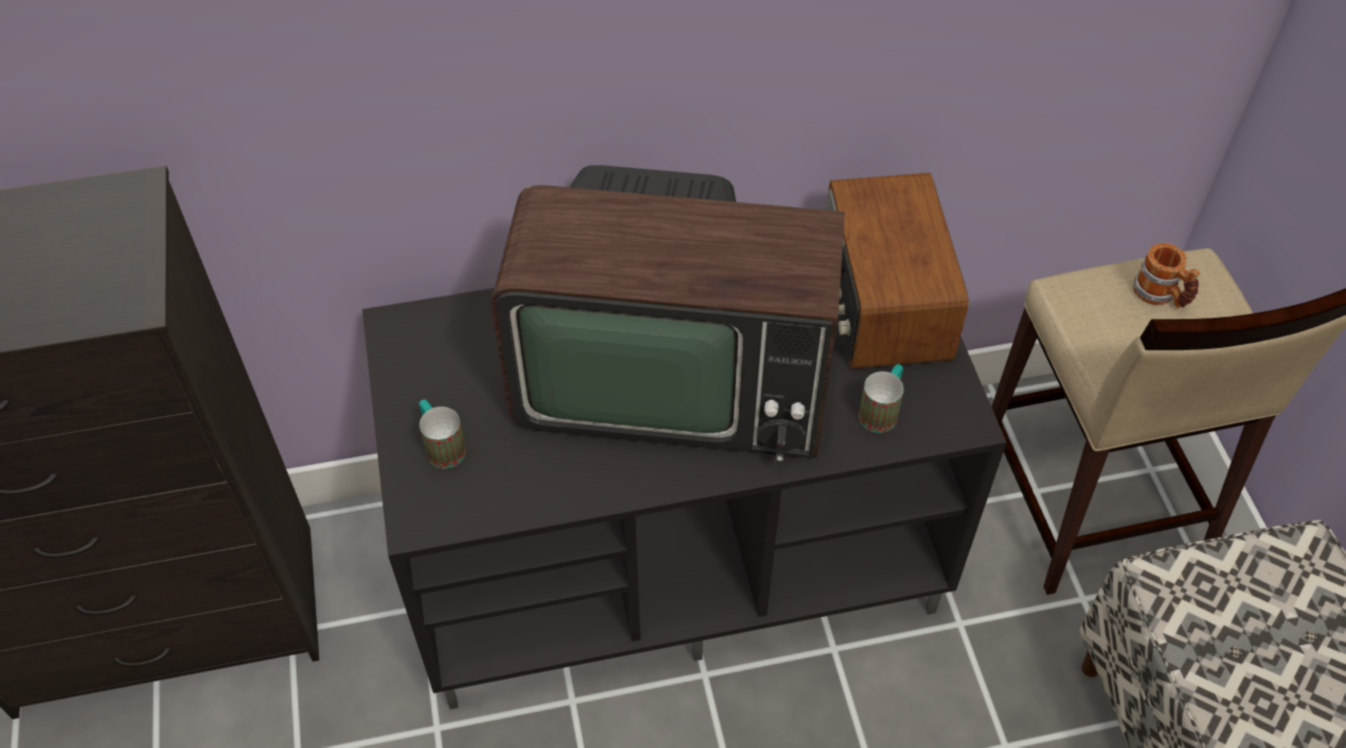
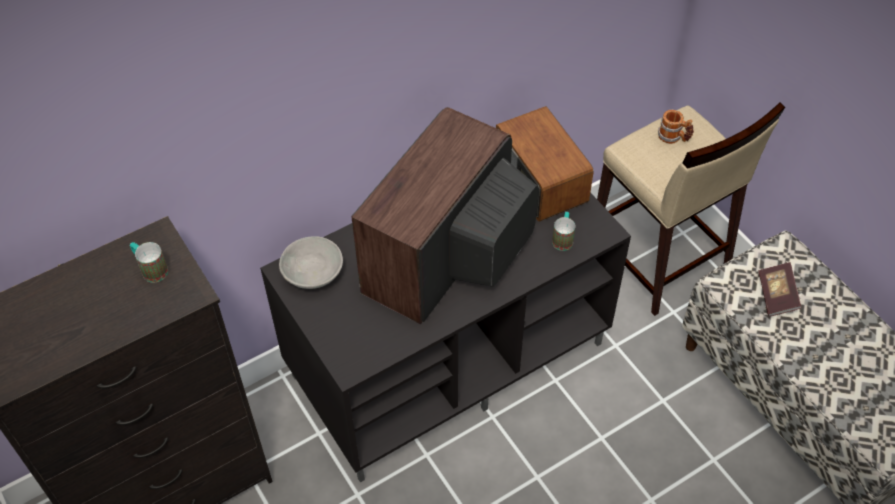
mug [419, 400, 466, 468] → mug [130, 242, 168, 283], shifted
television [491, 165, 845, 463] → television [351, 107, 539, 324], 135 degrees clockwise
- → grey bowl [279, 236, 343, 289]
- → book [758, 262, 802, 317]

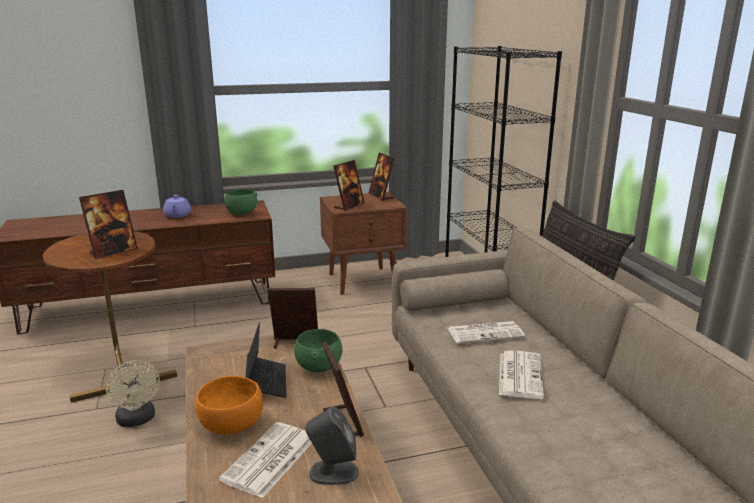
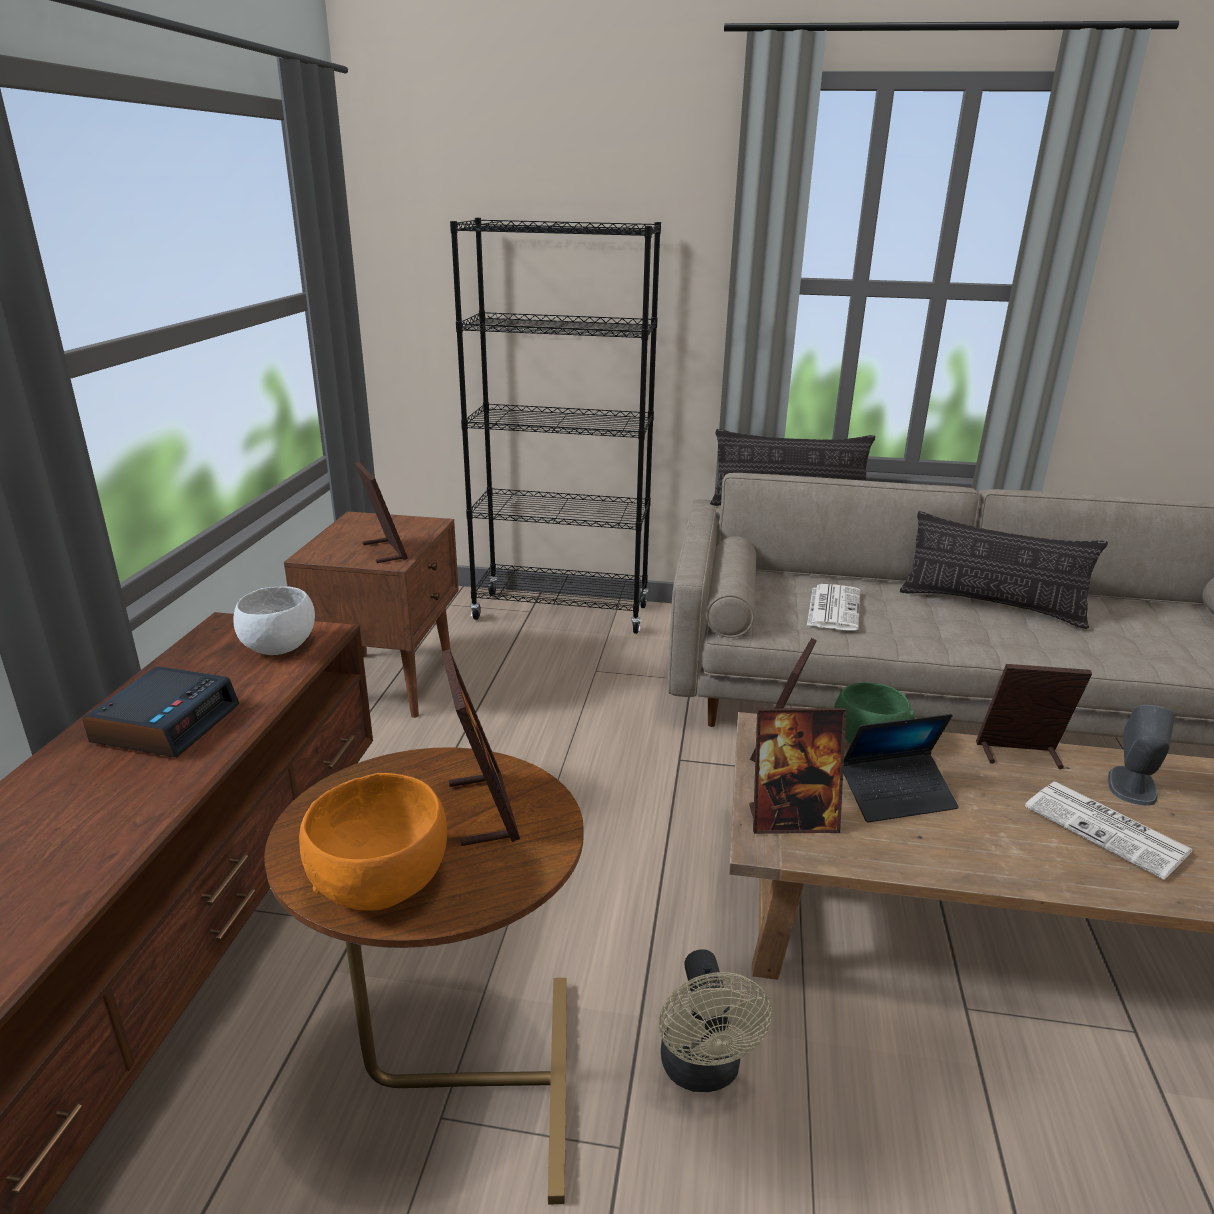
beige fan [106, 360, 160, 427] → beige fan [659, 949, 772, 1092], 90 degrees clockwise
purple teapot [163, 195, 191, 218] → alarm clock [82, 666, 239, 758]
orange bowl [196, 376, 263, 435] → orange bowl [299, 773, 447, 911], shifted
green bowl [224, 189, 257, 215] → white bowl [233, 587, 315, 655]
laptop [245, 322, 286, 398] → laptop [843, 714, 959, 822], 150 degrees clockwise
picture frame [368, 153, 394, 201] → picture frame [749, 708, 847, 834], shifted
newspaper [499, 350, 544, 399] → -
- → pillow [900, 511, 1108, 629]

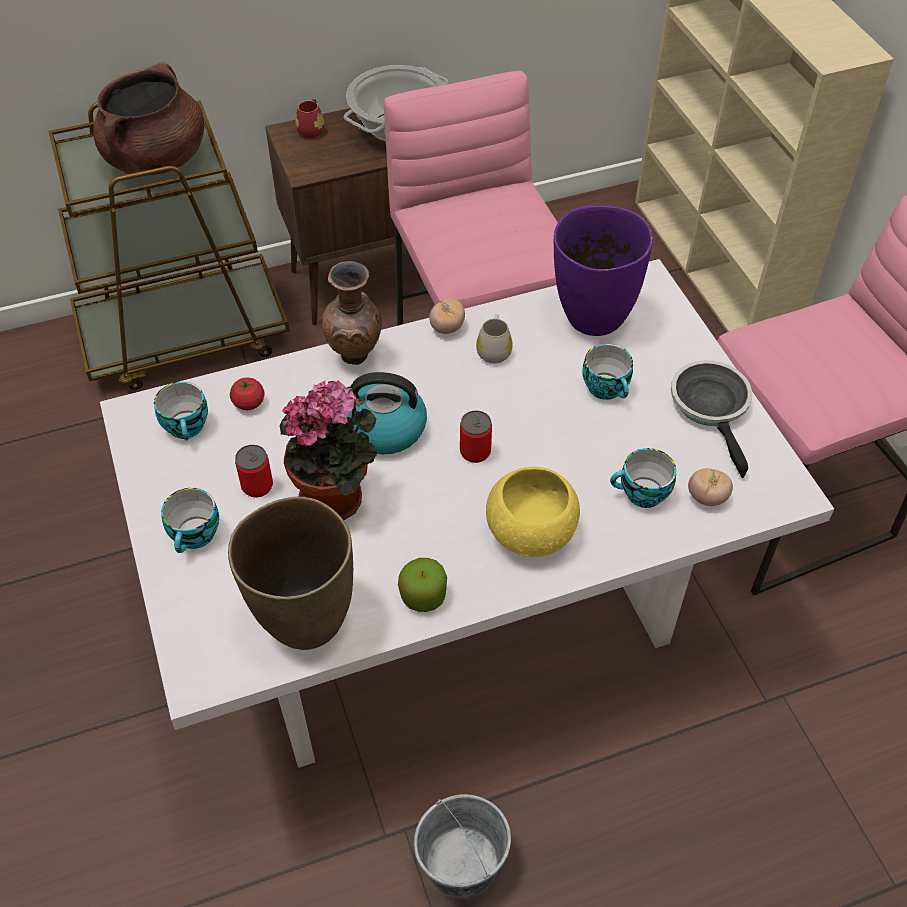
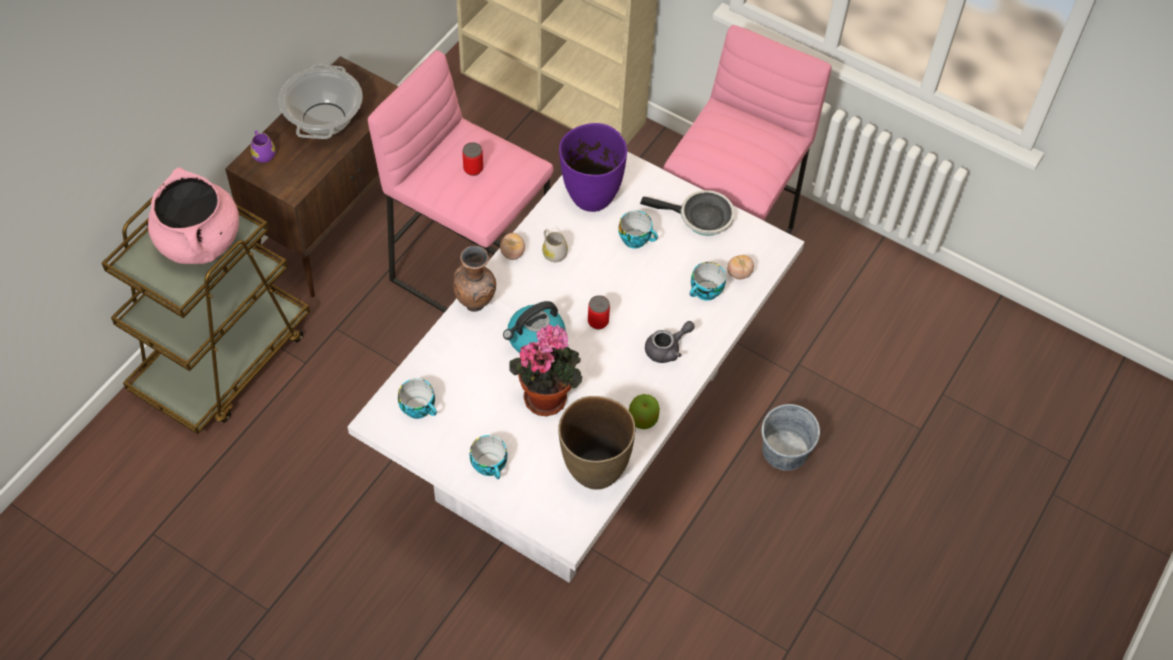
brown cooking pot [93, 62, 204, 175] → pink cooking pot [148, 168, 239, 264]
tomato [230, 378, 265, 410] → -
can [235, 445, 273, 498] → can [462, 142, 483, 176], shifted
red mug [296, 99, 324, 138] → purple mug [251, 131, 275, 163]
grey bucket [414, 794, 511, 899] → grey bucket [761, 404, 820, 471], shifted
yellow bowl [486, 467, 580, 557] → grey teapot [645, 321, 695, 363]
frying pan [671, 360, 752, 478] → frying pan [640, 190, 735, 236], 150 degrees clockwise

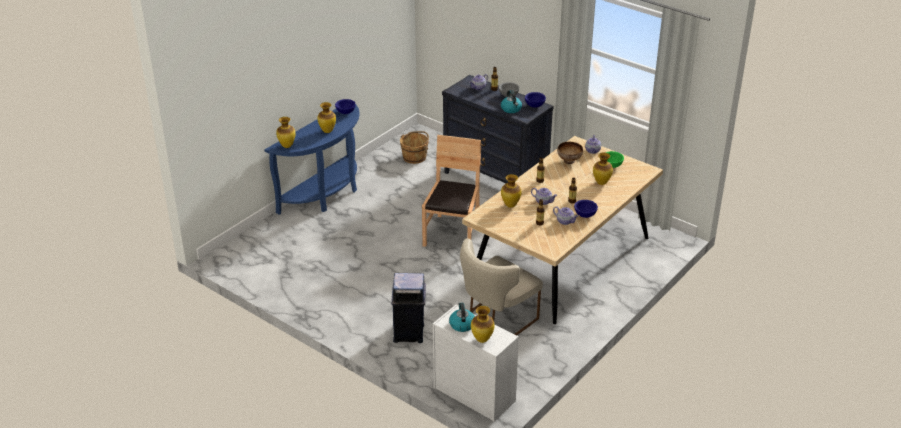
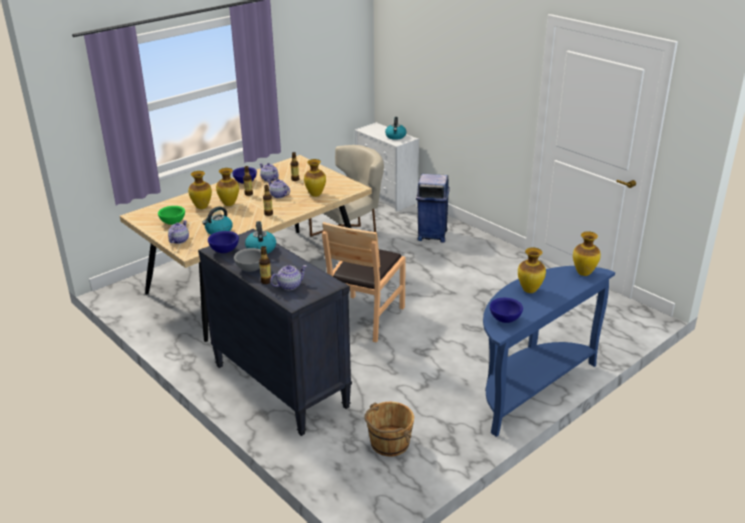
vase [471, 306, 494, 343] → vase [216, 168, 239, 206], shifted
bowl [557, 142, 583, 164] → kettle [202, 206, 232, 235]

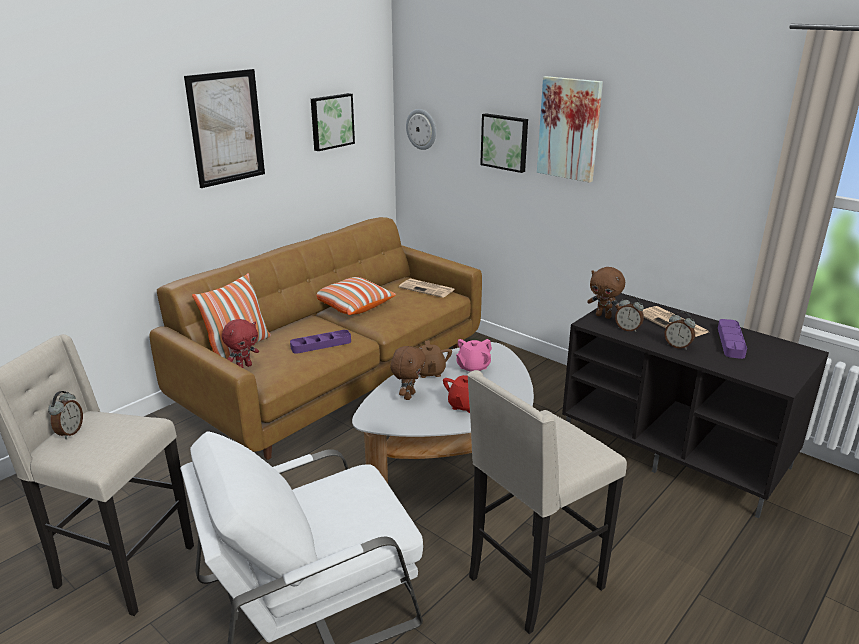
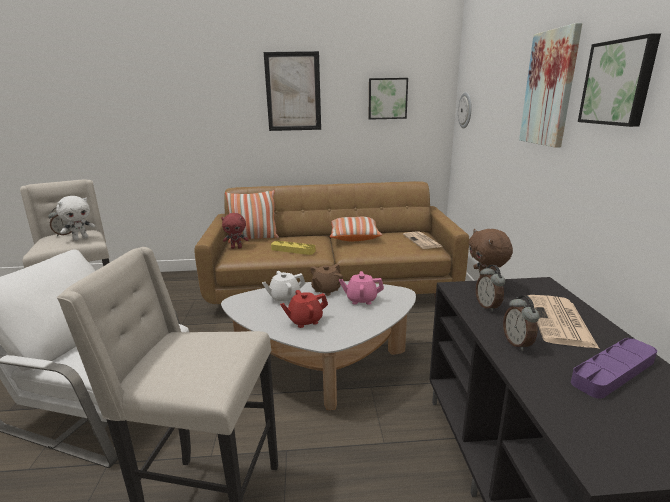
purple tray [290, 330, 351, 354] → yellow tray [271, 241, 316, 255]
brown plush toy [390, 346, 426, 400] → white teapot [262, 271, 305, 304]
picture [480, 113, 528, 173] → picture [578, 33, 661, 127], shifted
- → white plush toy [56, 196, 95, 241]

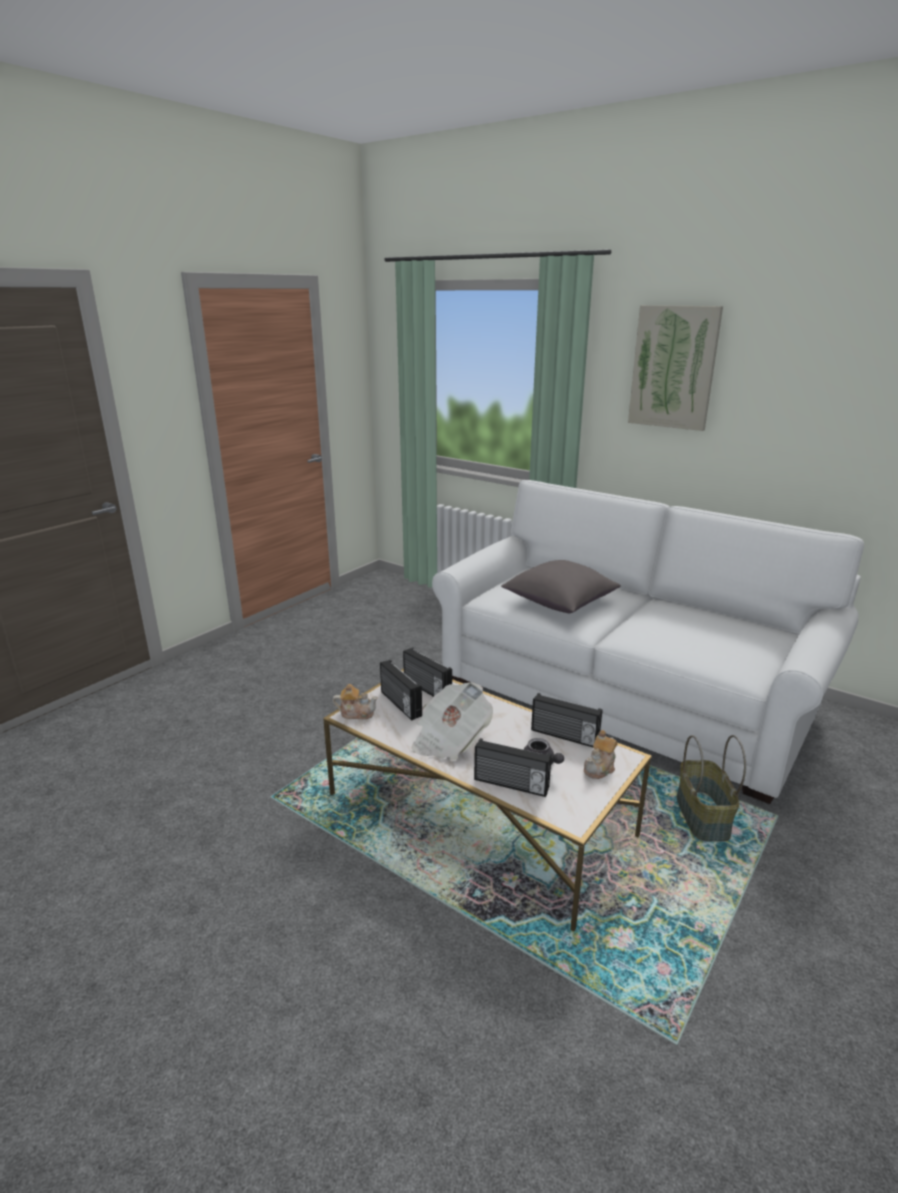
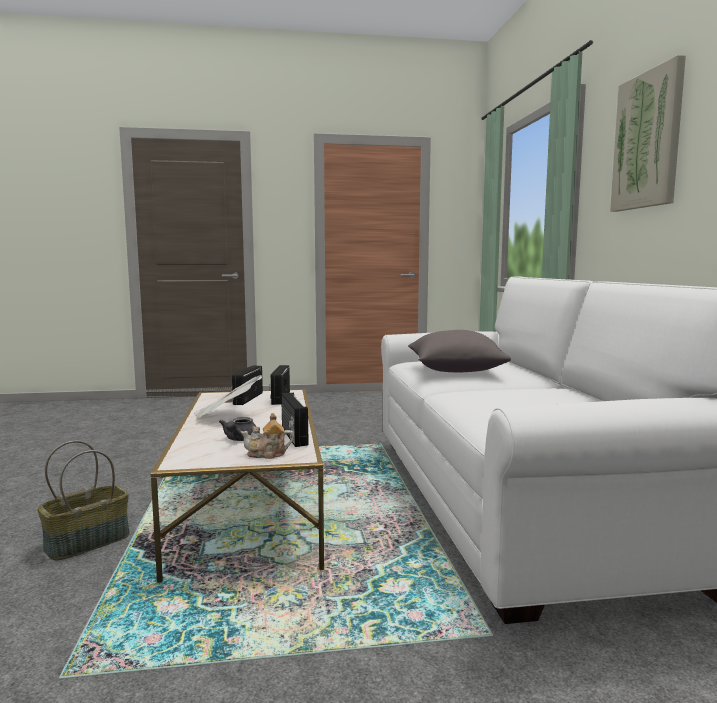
teapot [332, 684, 378, 719] → -
radio [474, 738, 552, 797] → -
basket [677, 735, 746, 841] → basket [37, 440, 130, 560], shifted

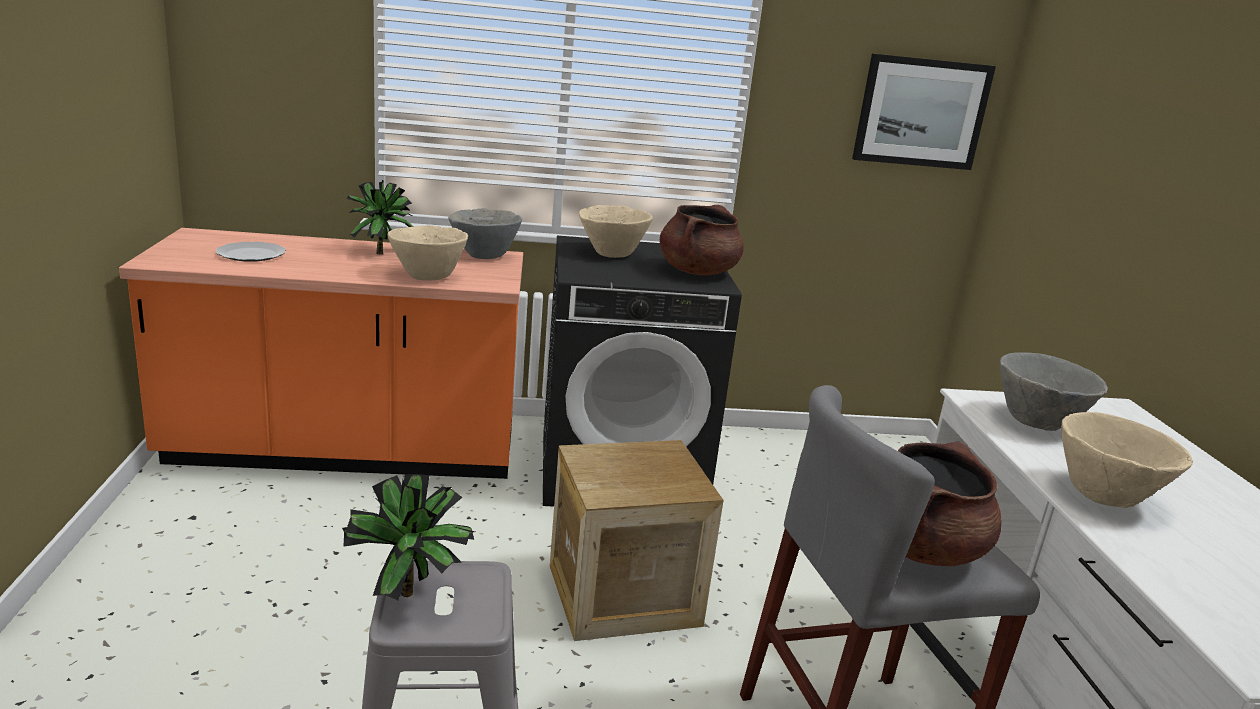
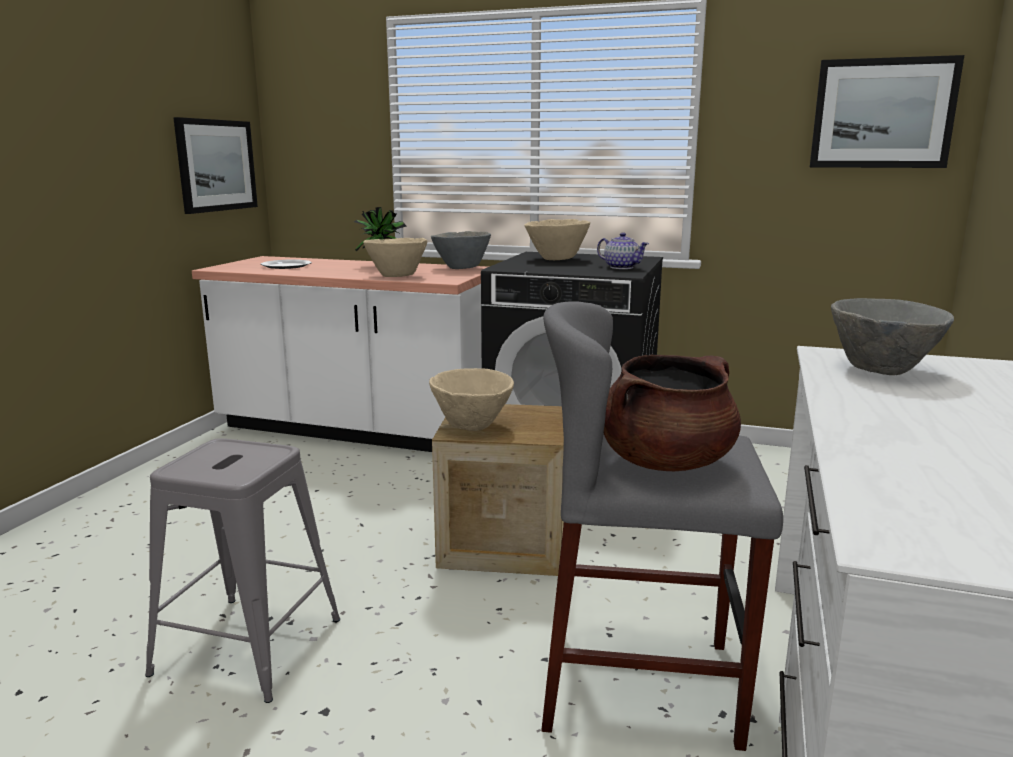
orange counter [119, 228, 523, 479] → white counter [192, 256, 488, 452]
potted plant [342, 474, 475, 600] → -
brown cooking pot [660, 205, 744, 275] → teapot [597, 233, 649, 269]
beige bowl [1061, 412, 1193, 508] → beige bowl [429, 368, 514, 431], shifted
- → picture [173, 117, 258, 214]

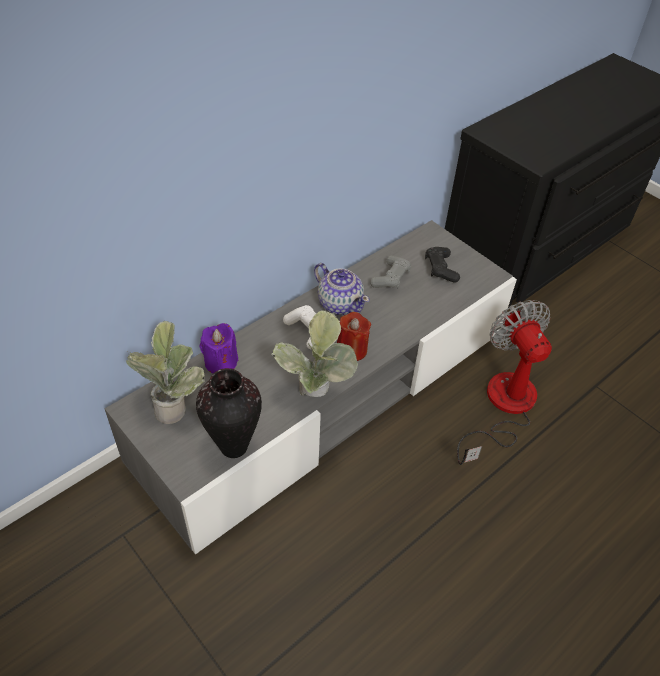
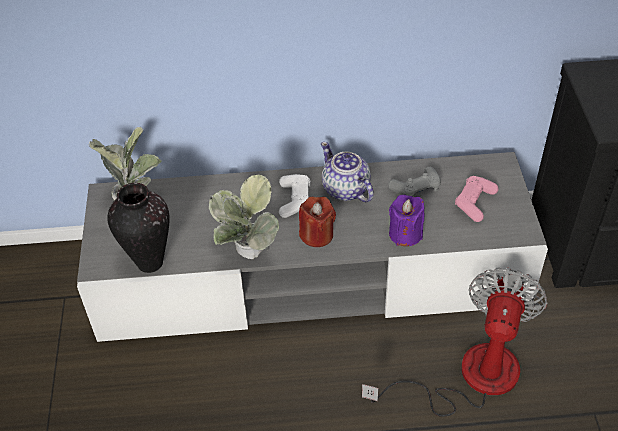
purple candle [200, 323, 238, 374] → purple candle [389, 195, 425, 246], shifted
teapot [314, 263, 370, 315] → teapot [321, 142, 374, 202], 150 degrees clockwise
black game controller [425, 247, 460, 283] → pink game controller [455, 176, 499, 222]

